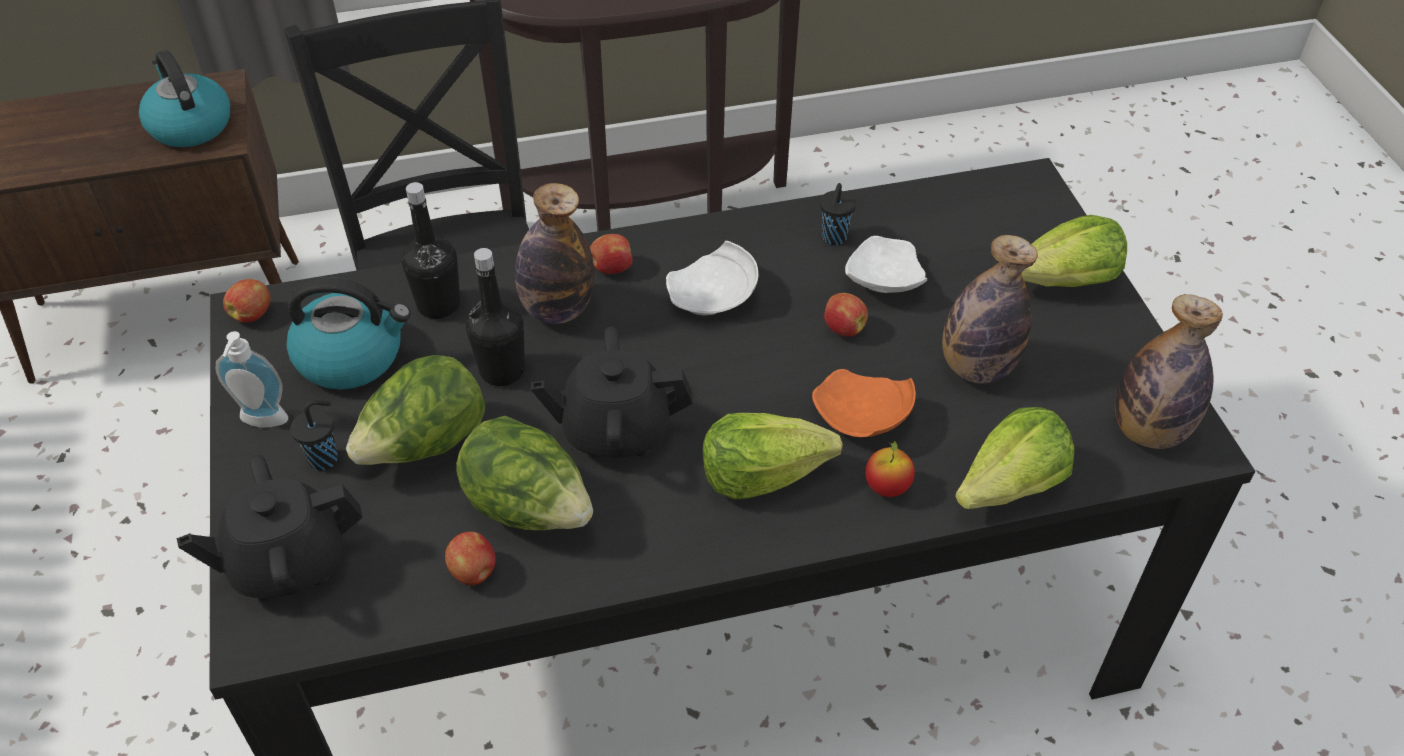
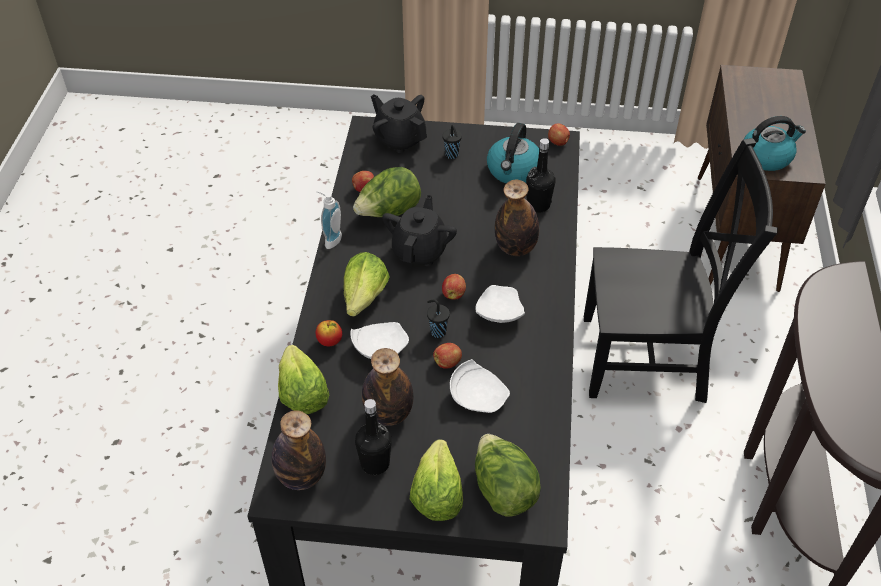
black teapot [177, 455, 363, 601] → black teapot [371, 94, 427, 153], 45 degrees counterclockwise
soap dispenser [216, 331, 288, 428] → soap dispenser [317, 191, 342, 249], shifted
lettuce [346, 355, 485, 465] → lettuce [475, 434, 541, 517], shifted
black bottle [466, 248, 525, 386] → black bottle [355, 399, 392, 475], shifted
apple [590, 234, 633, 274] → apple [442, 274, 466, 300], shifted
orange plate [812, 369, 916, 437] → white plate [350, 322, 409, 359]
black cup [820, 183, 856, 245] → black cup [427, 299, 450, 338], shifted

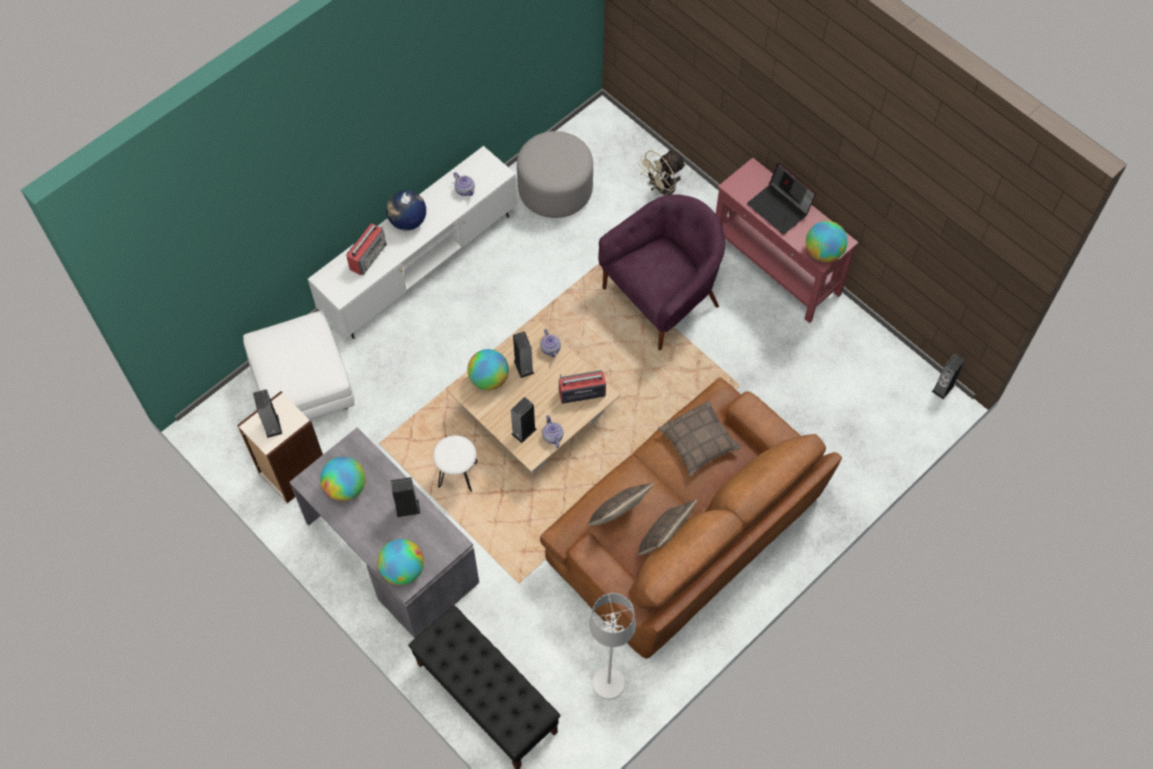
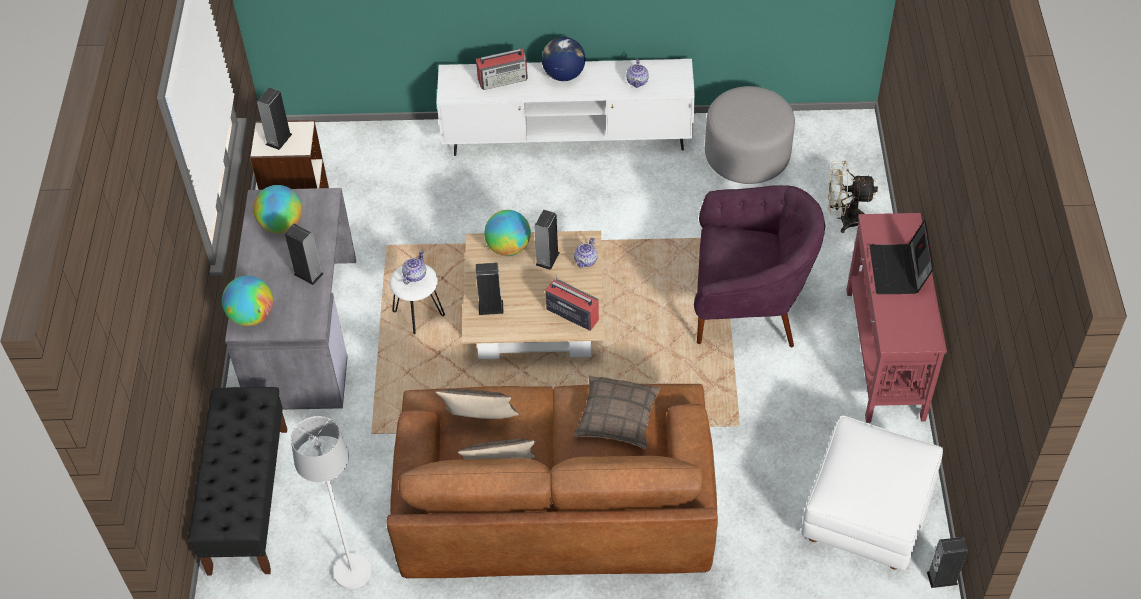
white ottoman [243, 310, 355, 420] → white ottoman [801, 416, 943, 571], shifted
teapot [542, 415, 564, 448] → teapot [402, 250, 426, 285], shifted
globe [806, 221, 848, 262] → -

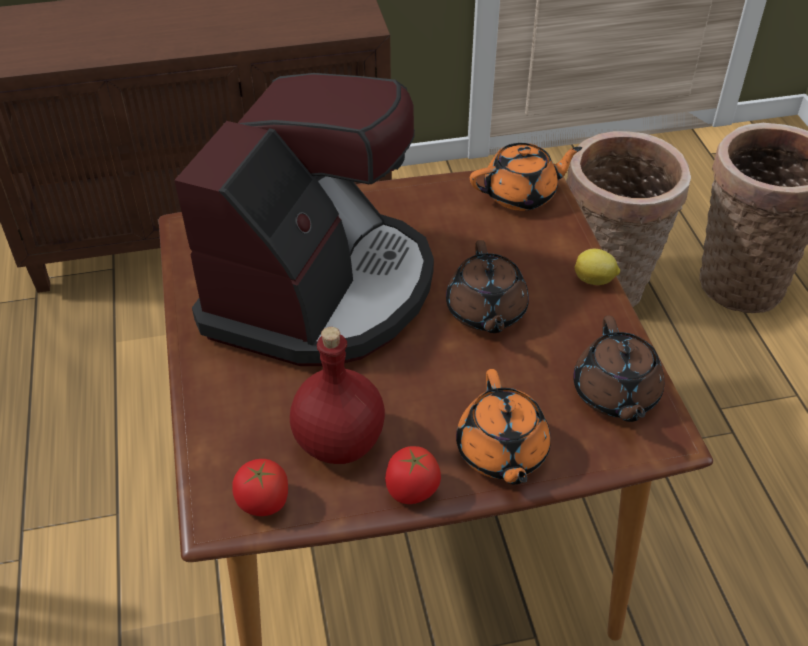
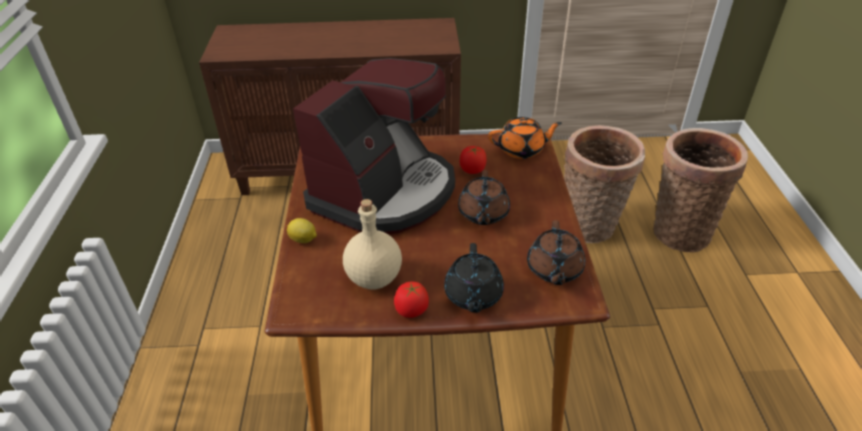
tomato [232, 459, 288, 516] → tomato [460, 146, 487, 174], shifted
red bottle [290, 327, 385, 464] → beige bottle [343, 199, 402, 289]
orange teapot [456, 369, 551, 484] → black teapot [444, 243, 504, 313]
lemon [575, 248, 620, 285] → lemon [287, 218, 317, 243], shifted

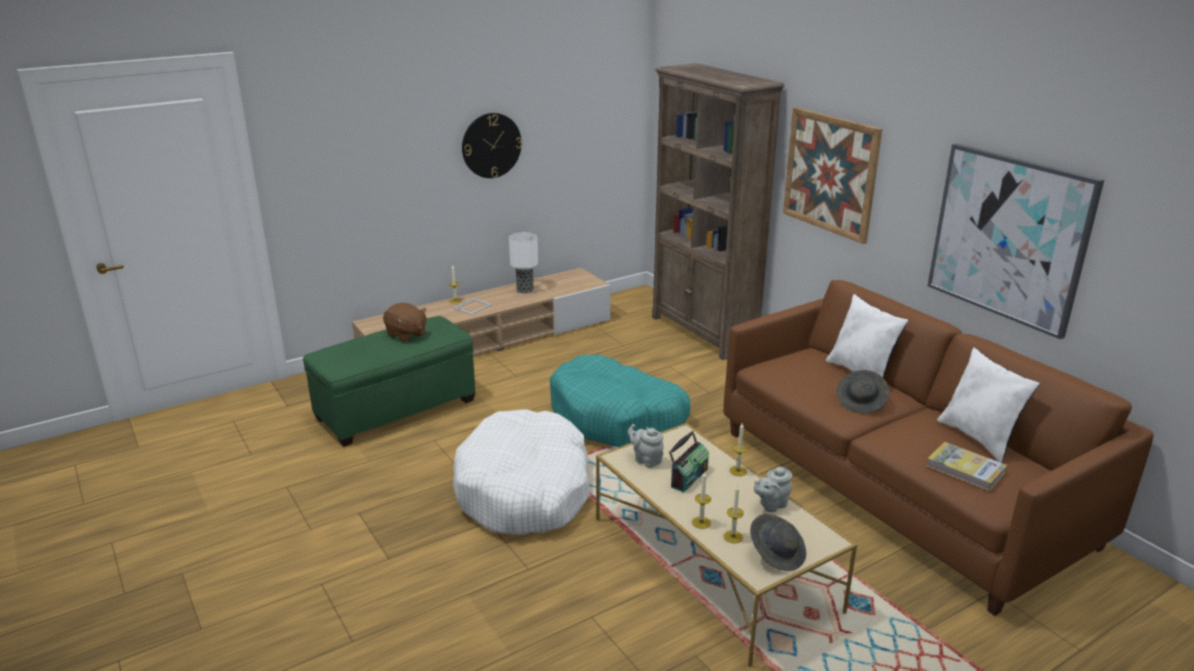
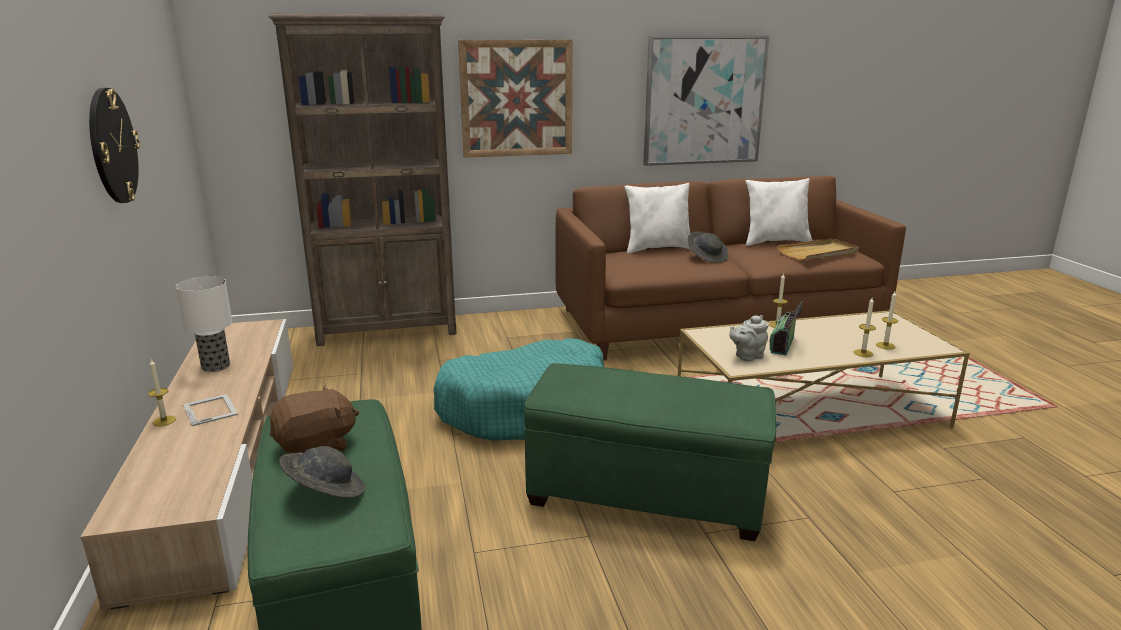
white dog bed [453, 410, 590, 535] → green ottoman [524, 363, 776, 541]
radio [669, 431, 709, 492] → radio [770, 301, 803, 356], 120 degrees counterclockwise
grey hat [750, 514, 806, 571] → grey hat [279, 446, 365, 498], shifted
grey teapot [754, 466, 792, 512] → -
book [926, 442, 1007, 491] → beige tray [777, 239, 859, 260]

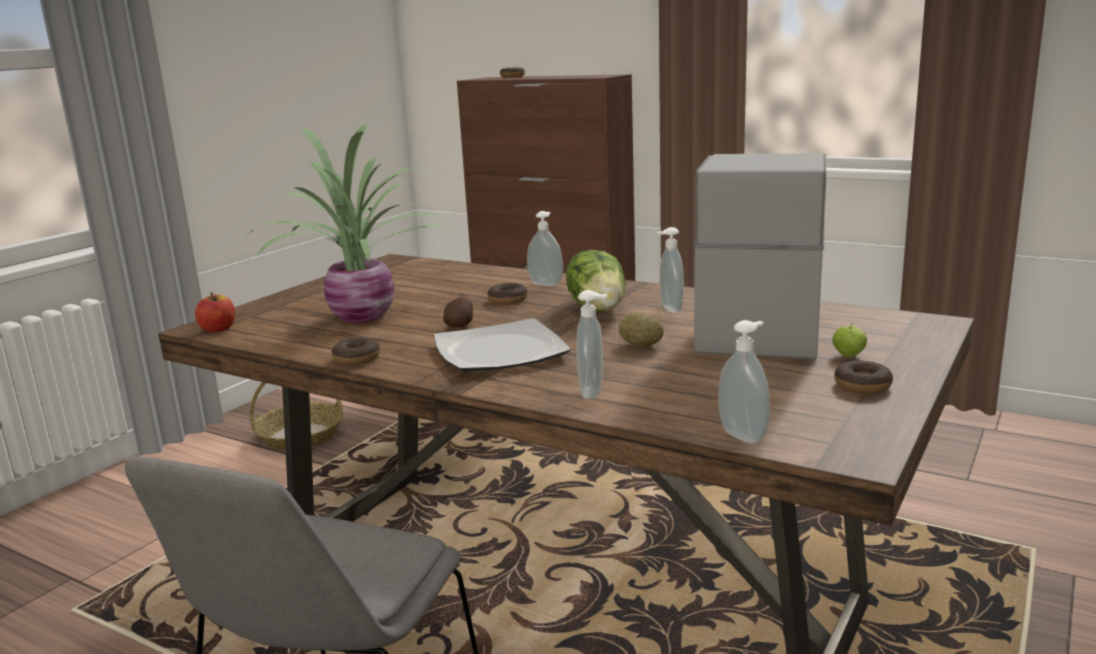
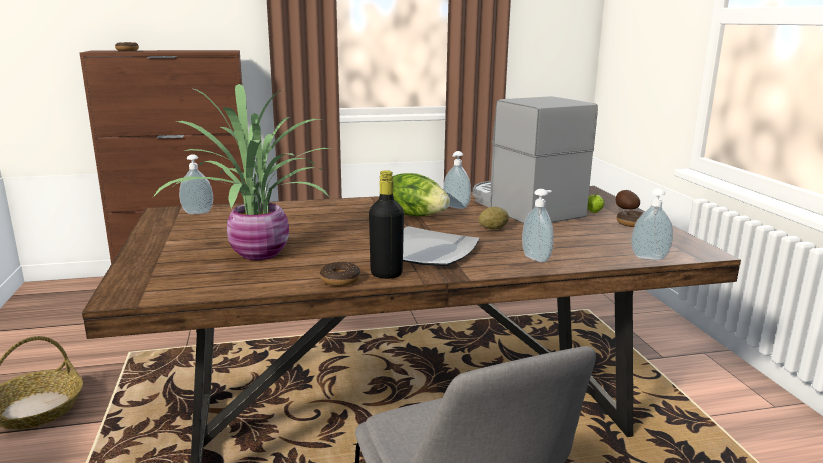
apple [195, 293, 235, 332] → -
potato [443, 297, 473, 327] → potato [616, 190, 640, 210], shifted
donut [488, 283, 527, 305] → -
soap dispenser [527, 211, 563, 286] → soap dispenser [179, 154, 213, 214], shifted
- → black bottle [369, 170, 404, 279]

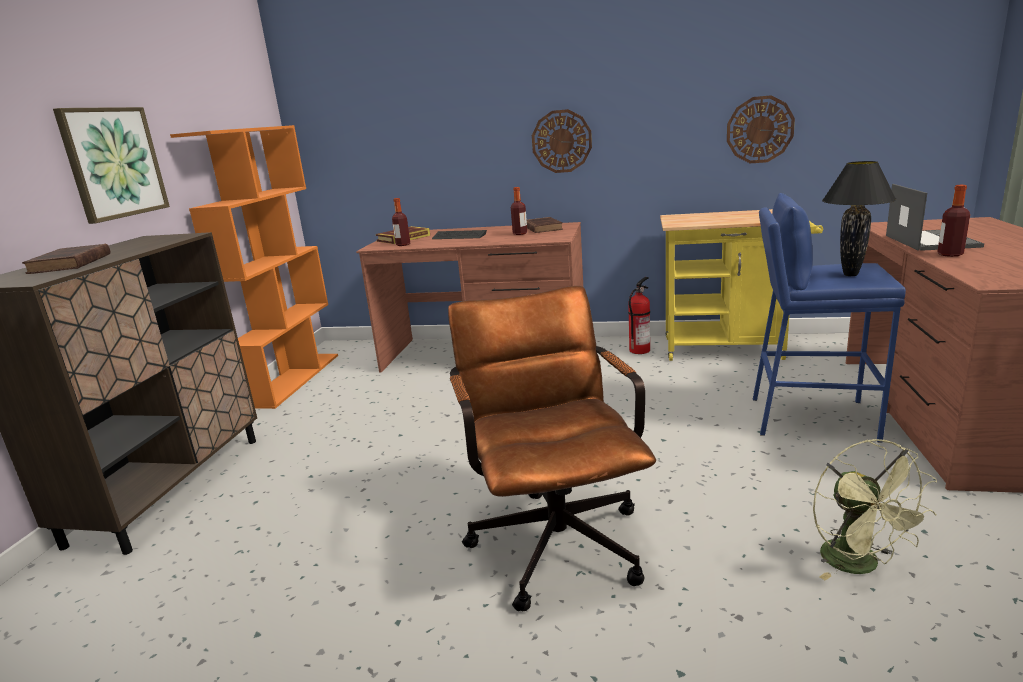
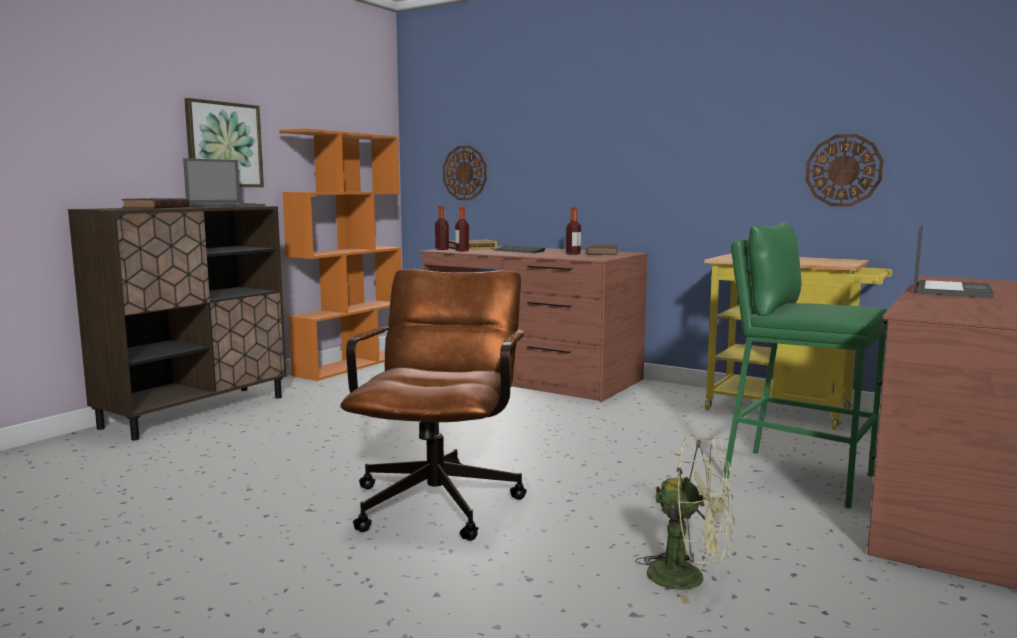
wall clock [532, 109, 592, 173] → wall clock [443, 146, 487, 200], shifted
fire extinguisher [628, 277, 650, 354] → -
blue stool [753, 193, 906, 443] → green stool [722, 222, 888, 509]
green fan [813, 439, 937, 581] → green fan [635, 434, 735, 604], 75 degrees counterclockwise
black table lamp [822, 161, 896, 276] → -
bottle [937, 185, 970, 257] → bottle [435, 206, 449, 250], shifted
- → laptop [183, 158, 266, 207]

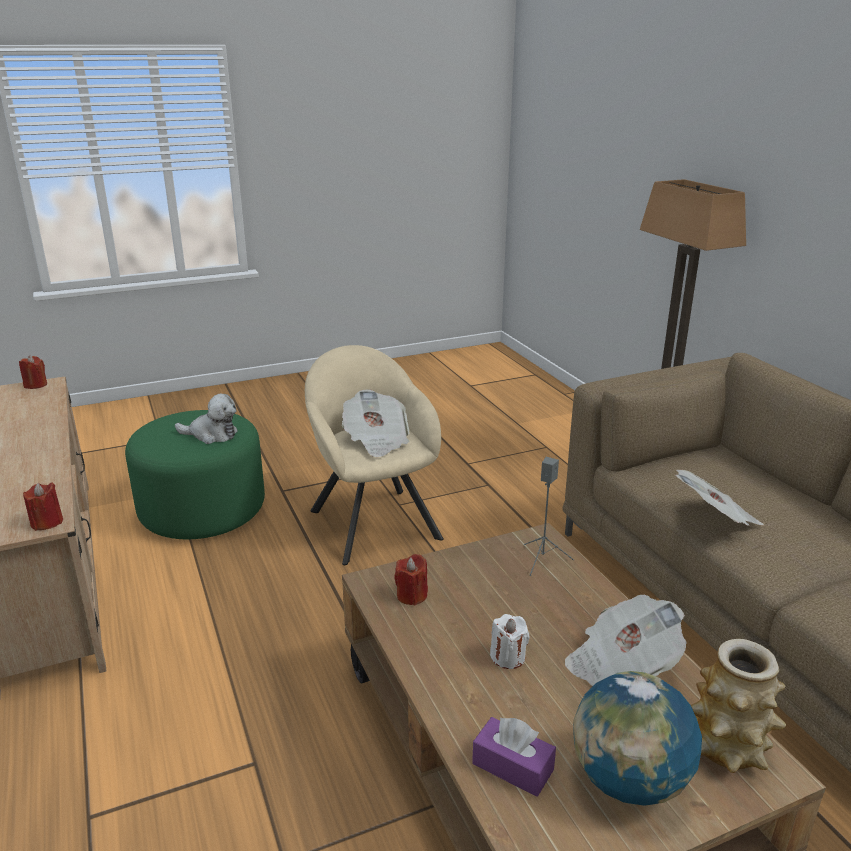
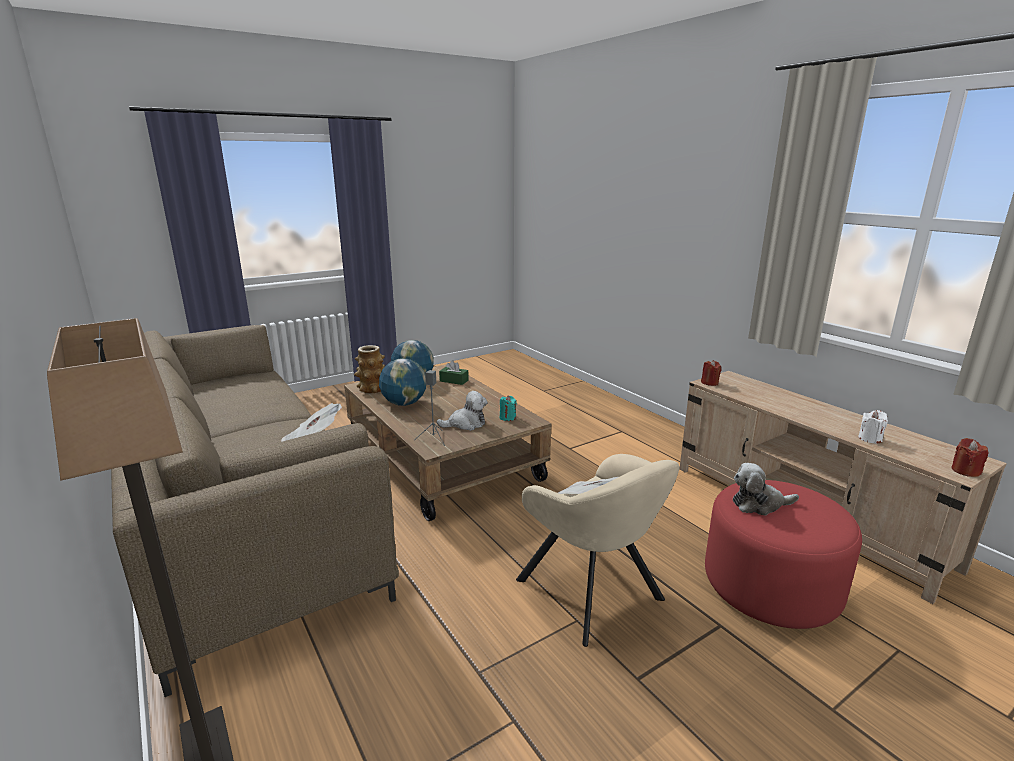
green ottoman [125, 410, 265, 539] → red ottoman [705, 480, 862, 629]
red candle [394, 554, 428, 606] → turquoise candle [500, 396, 517, 421]
purple tissue box [472, 717, 556, 797] → green tissue box [439, 360, 469, 385]
white candle [490, 614, 530, 669] → white candle [858, 410, 888, 444], shifted
newspaper [565, 594, 687, 686] → globe [379, 358, 426, 406]
- → plush toy [436, 391, 488, 431]

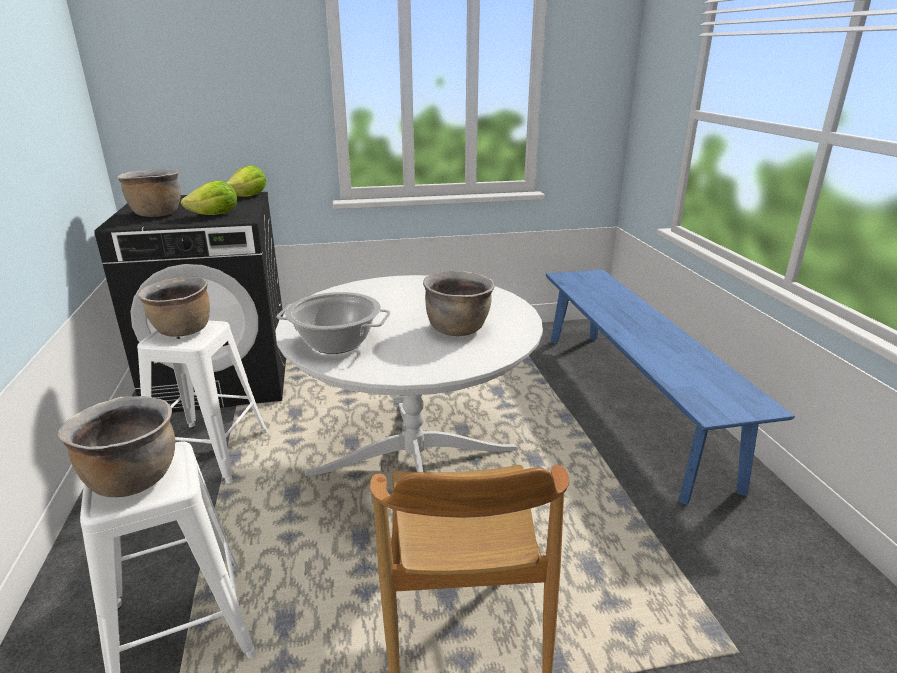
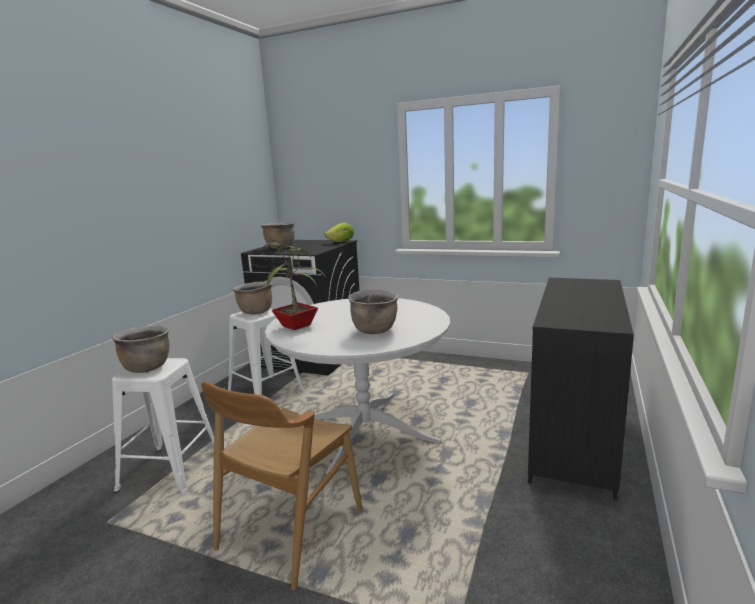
lettuce [181, 181, 237, 215] → -
cooking pot [277, 292, 391, 354] → potted plant [262, 238, 326, 330]
blue bench [546, 270, 795, 505] → black dresser [528, 278, 634, 500]

